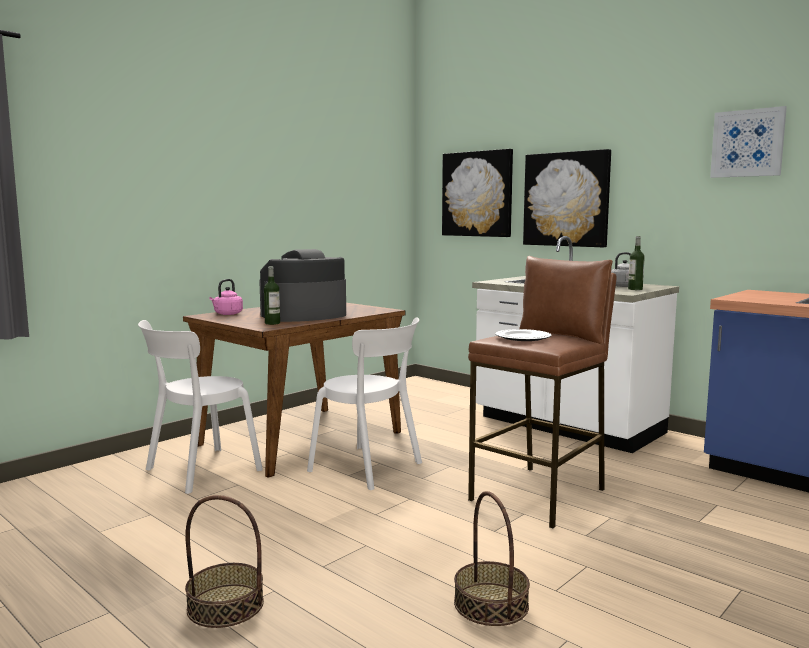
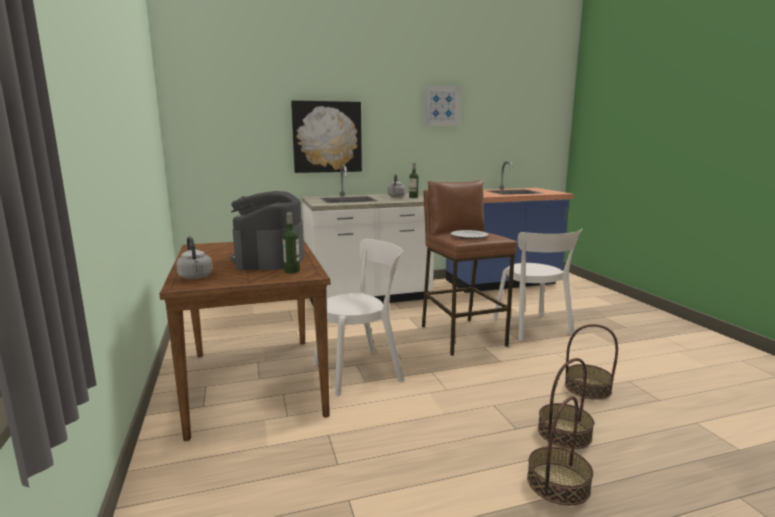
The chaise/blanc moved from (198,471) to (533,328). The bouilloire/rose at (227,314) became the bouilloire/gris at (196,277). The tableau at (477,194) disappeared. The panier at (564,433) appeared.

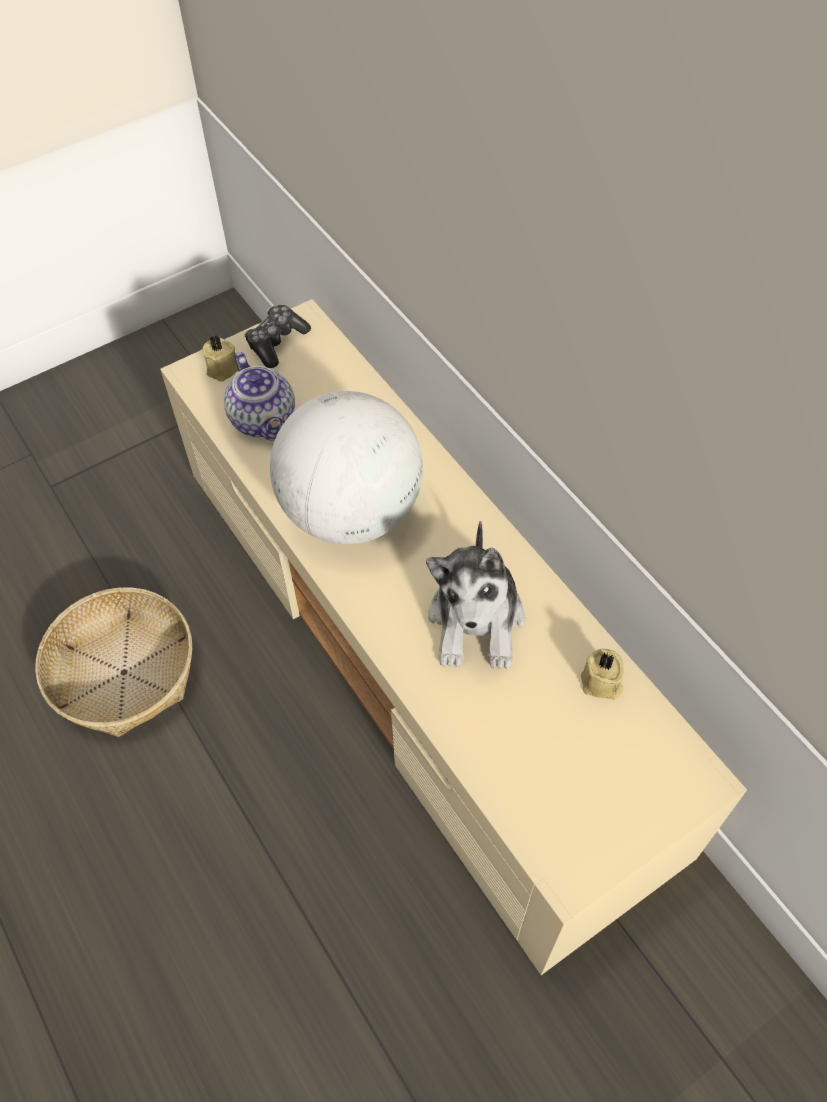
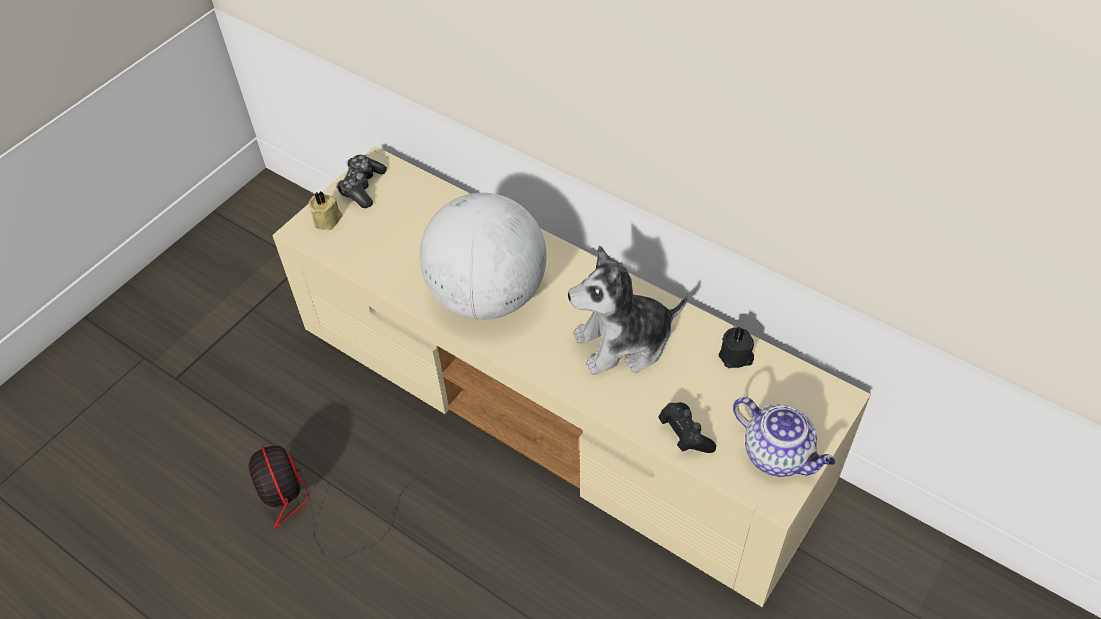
The panier at (123,672) was replaced by the ventilateur at (315,506). The théière moved from (264,421) to (778,455). The peluche at (477,620) turned 90 degrees clockwise. The bougie/beige at (601,683) became the bougie/noir at (736,357). The manette/noir at (684,435) appeared.

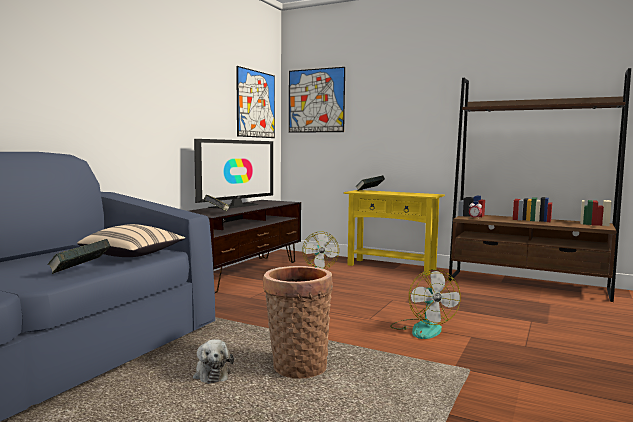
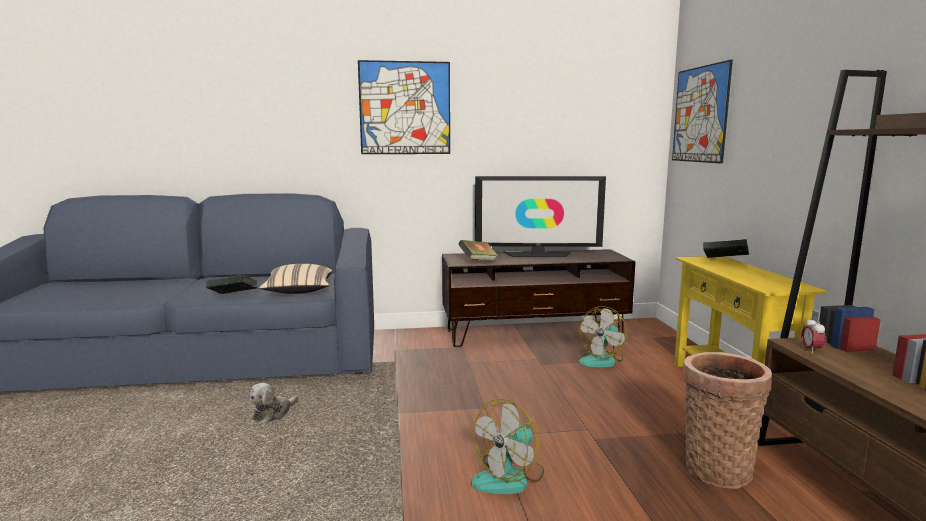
The tableau moved from (256,104) to (405,108). The panier moved from (297,366) to (716,467).

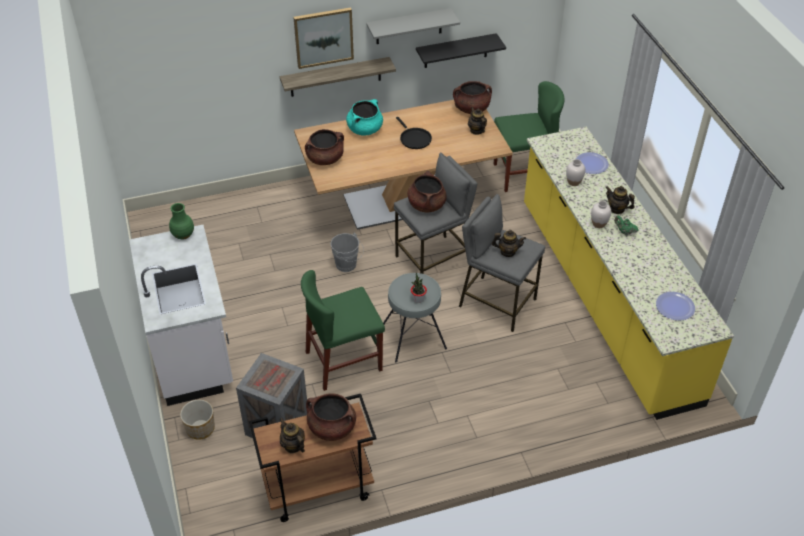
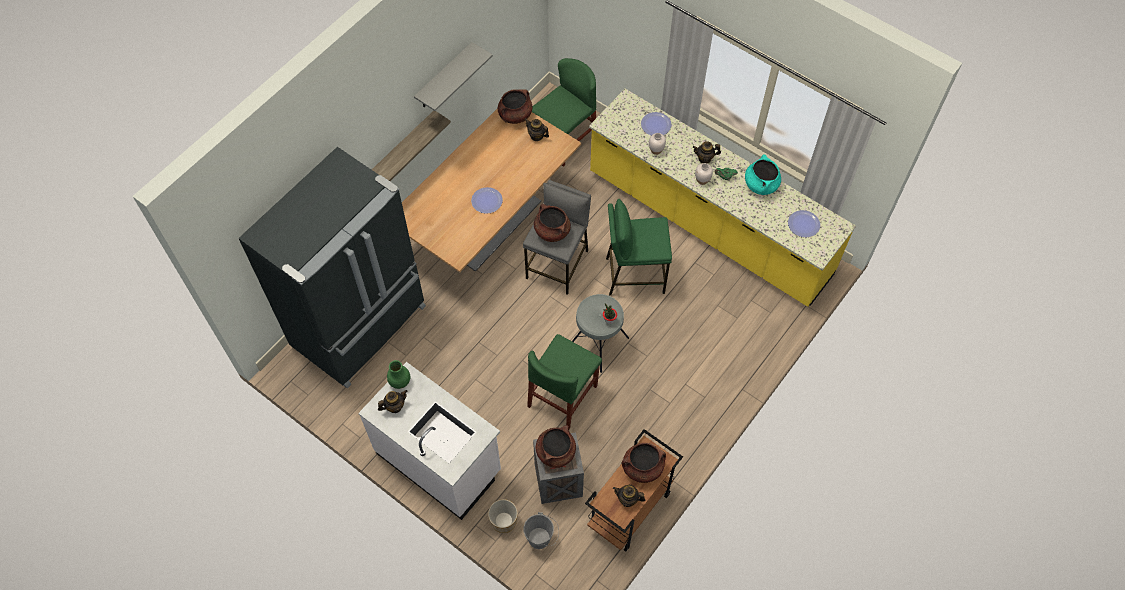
The tableau at (323,37) disappeared. The marmite/marron moved from (325,159) to (555,452). The seau/gris moved from (347,266) to (541,539). The marmite/turquoise moved from (365,129) to (760,184). The poêle/noir at (414,139) disappeared. The étagère/noir at (456,51) disappeared. The tabouret/gris at (497,302) became the tabouret/vert at (634,274). The théière moved from (507,252) to (394,406). The réfrigérateur/noir at (361,327) appeared. The assiette at (486,201) appeared.

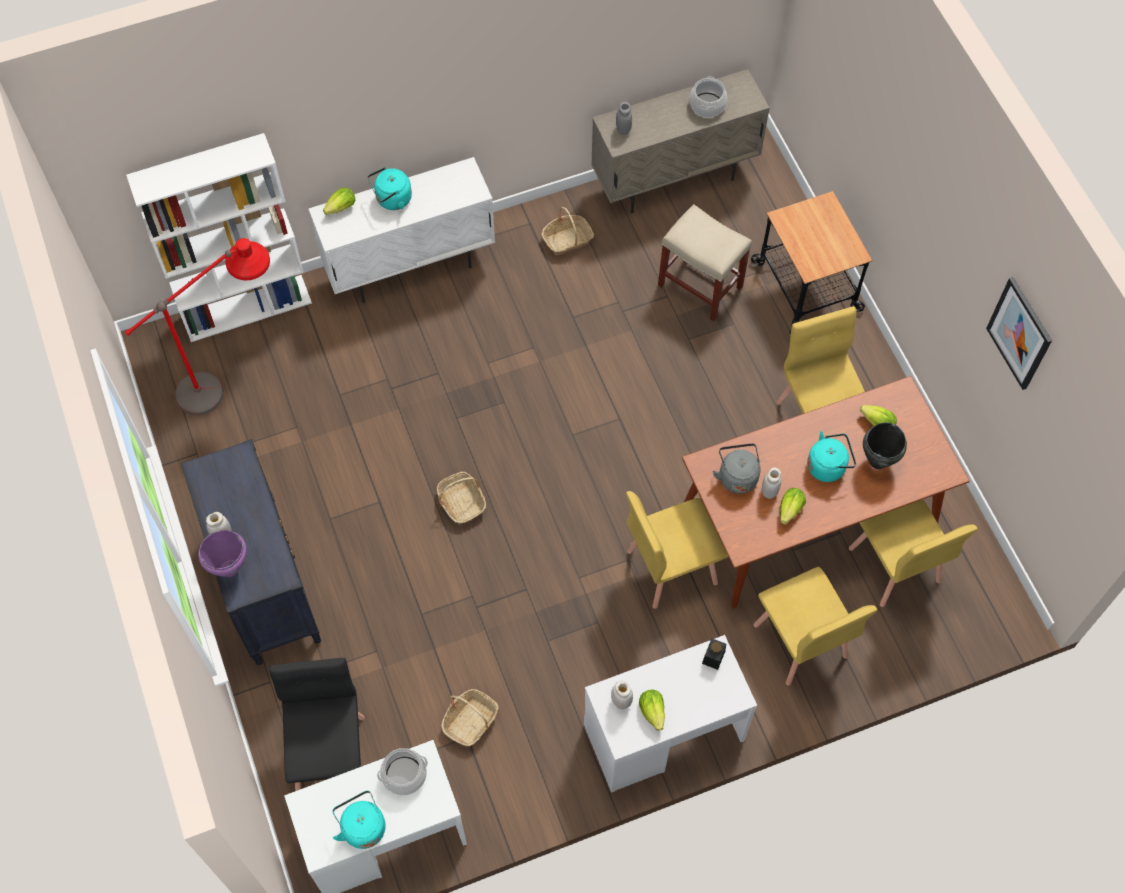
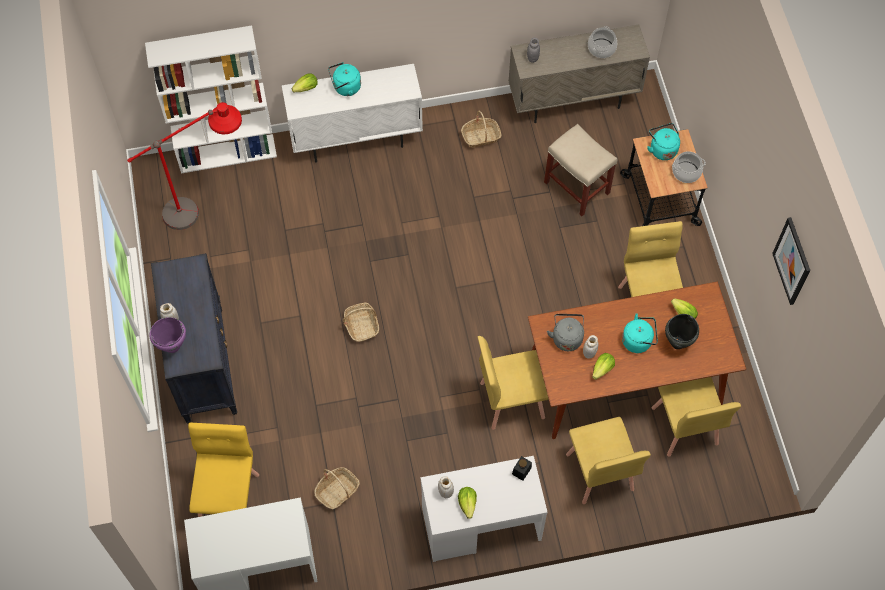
The chaise/noir at (331,753) became the chaise/jaune at (229,497). The bouilloire/turquoise moved from (362,826) to (662,149). The marmite moved from (404,774) to (686,172).

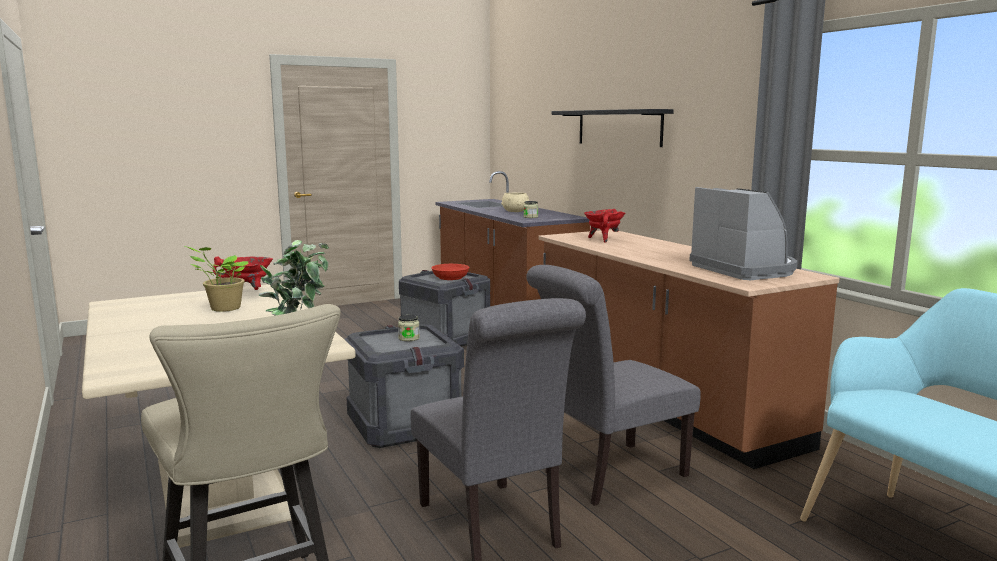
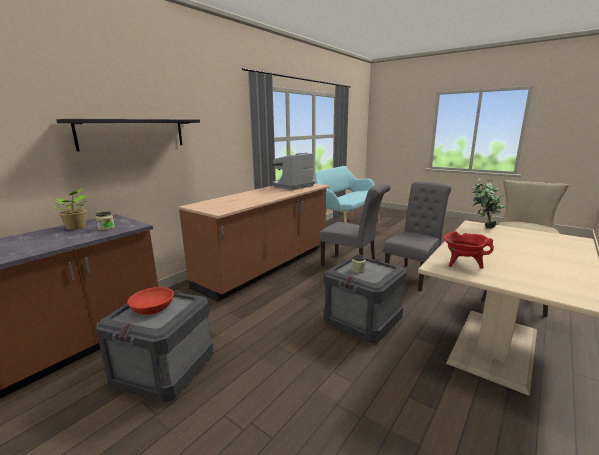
The plante en pot moved from (223,308) to (76,227). The bol/beige at (515,211) disappeared. The marmite/rouge at (603,239) disappeared.

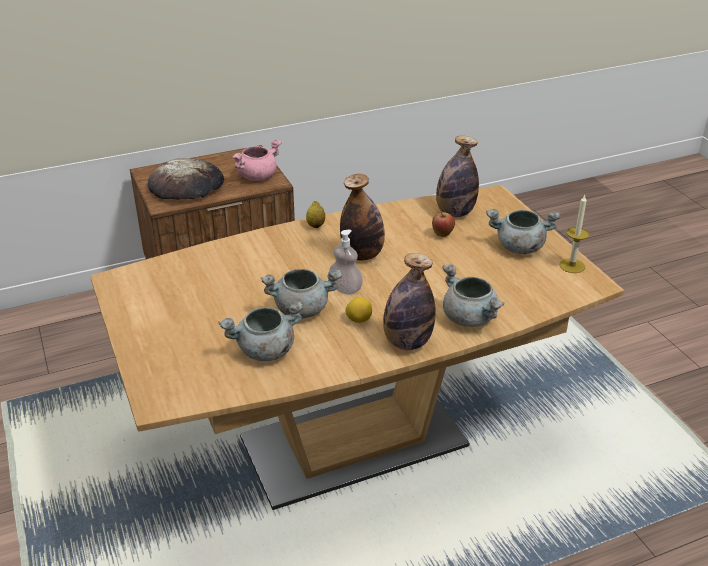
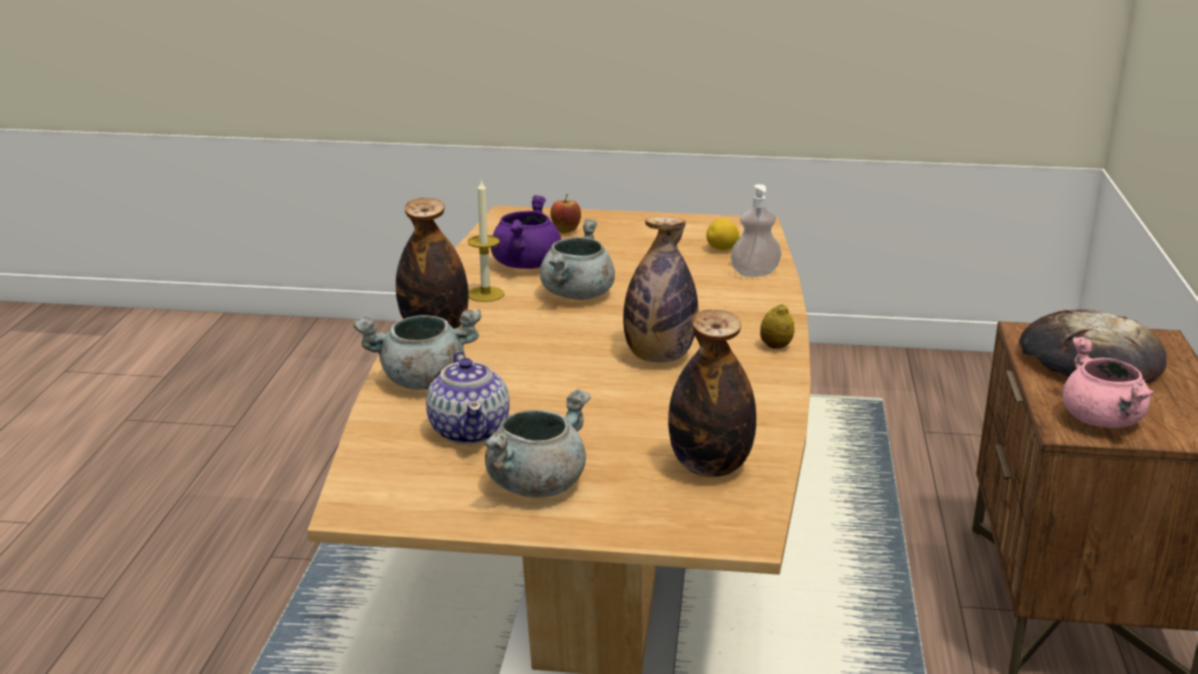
The marmite/gris at (265,351) became the marmite/violet at (525,264). The distributeur de savon moved from (345,289) to (755,273). The citron moved from (358,320) to (722,249). The pomme moved from (442,235) to (565,231). The bougie moved from (572,266) to (485,294). The théière at (470,430) appeared.

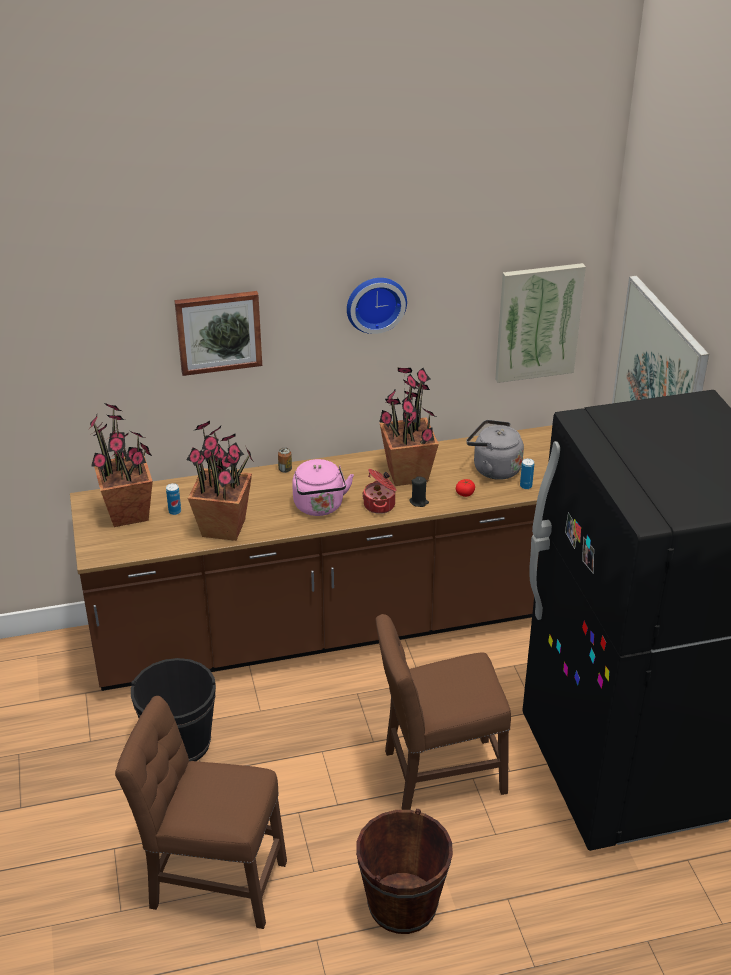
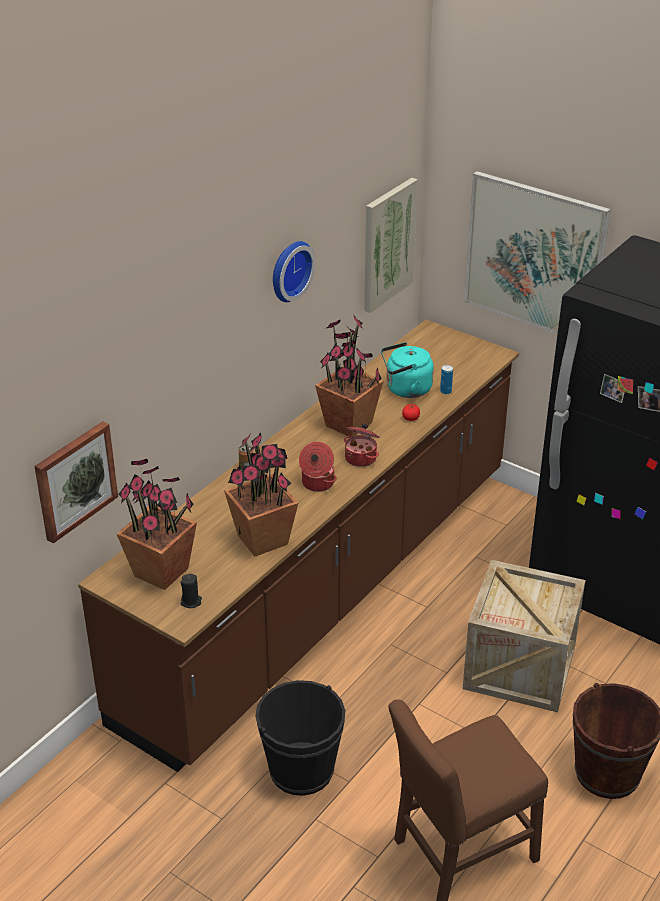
The boîte métallique at (175,511) disappeared. The tableau moved from (218,331) to (74,480). The bouilloire/rose at (320,507) was replaced by the marmite at (317,483). The chaise/marron at (438,774) was replaced by the caisse at (519,667). The bougie/noir moved from (419,502) to (191,602). The bouilloire/gris at (493,469) became the bouilloire/turquoise at (405,389).

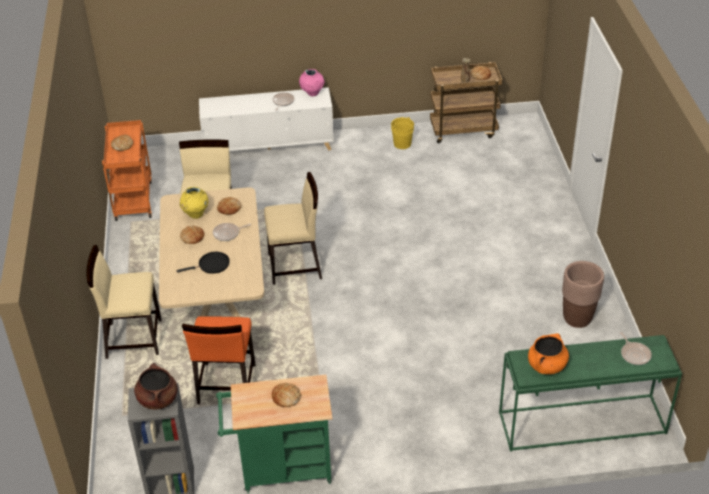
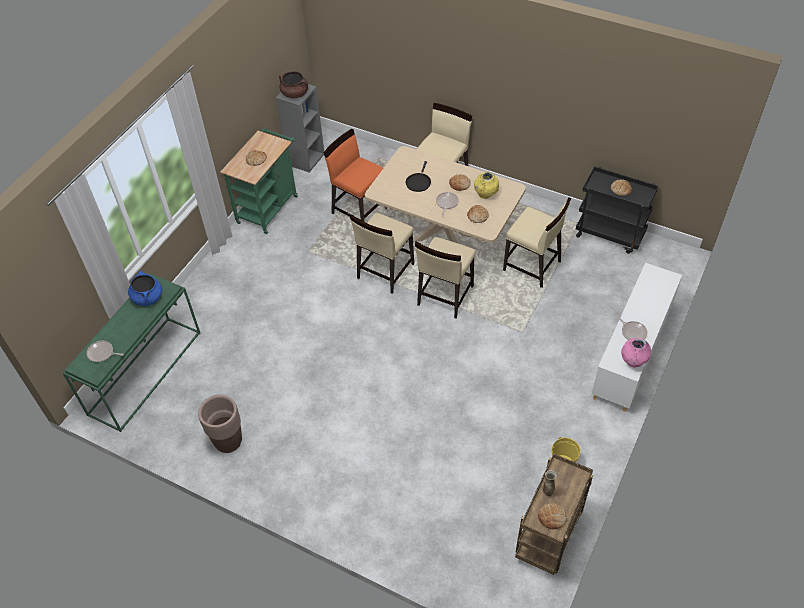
The chariot/orange at (133,199) became the chariot/noir at (610,234). The marmite/orange at (547,366) became the marmite/bleu at (147,298). The chaise/beige at (385,271) appeared.

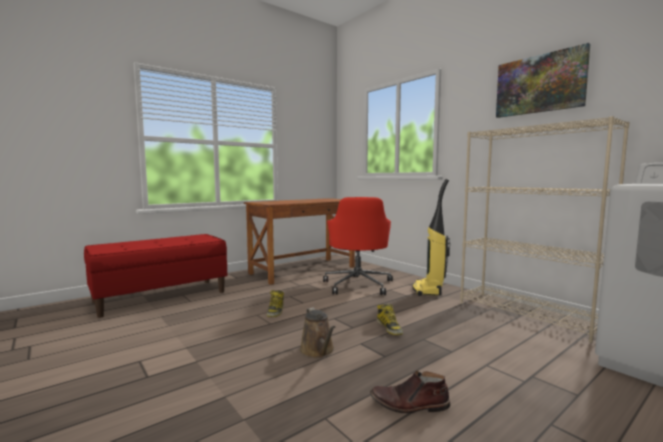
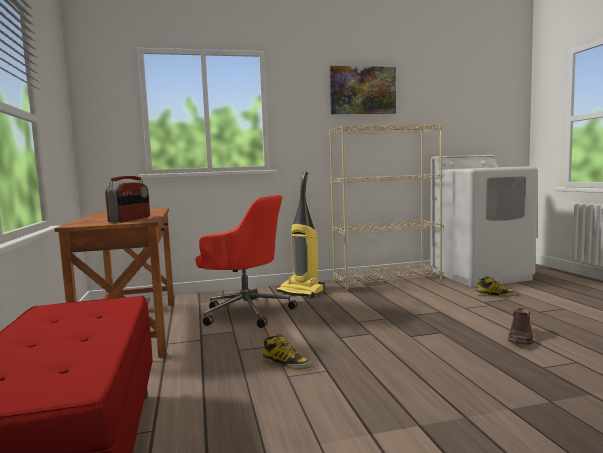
The arrosoir/marron at (318,351) disappeared. The botte moved from (389,328) to (495,295). The radio at (130,220) appeared.

